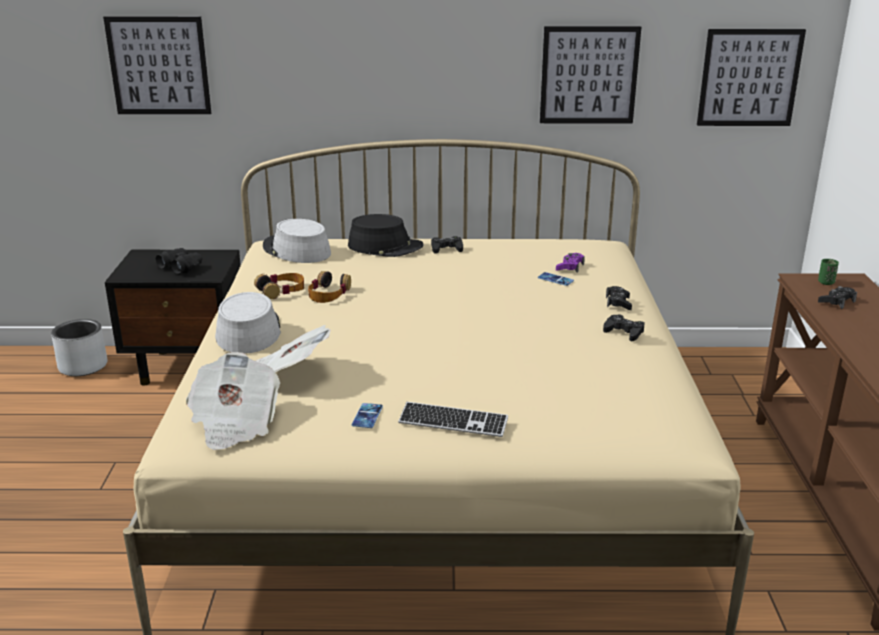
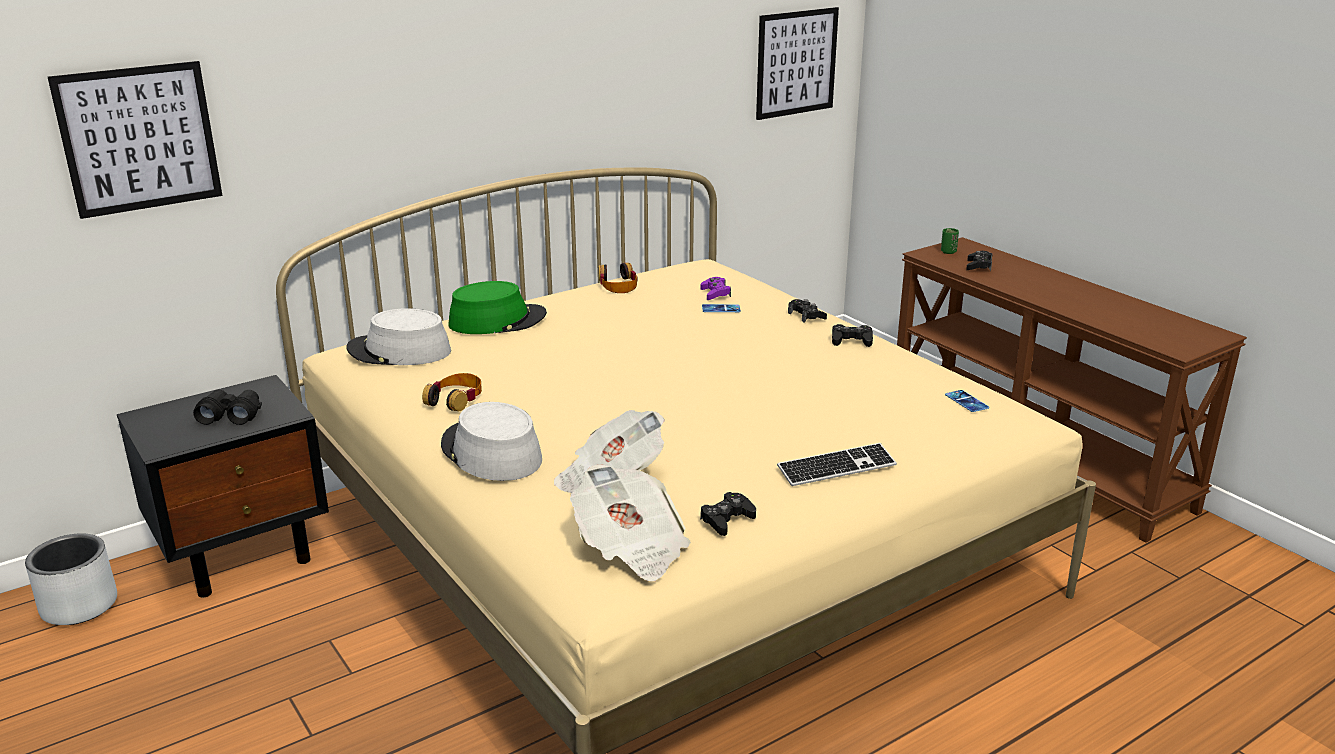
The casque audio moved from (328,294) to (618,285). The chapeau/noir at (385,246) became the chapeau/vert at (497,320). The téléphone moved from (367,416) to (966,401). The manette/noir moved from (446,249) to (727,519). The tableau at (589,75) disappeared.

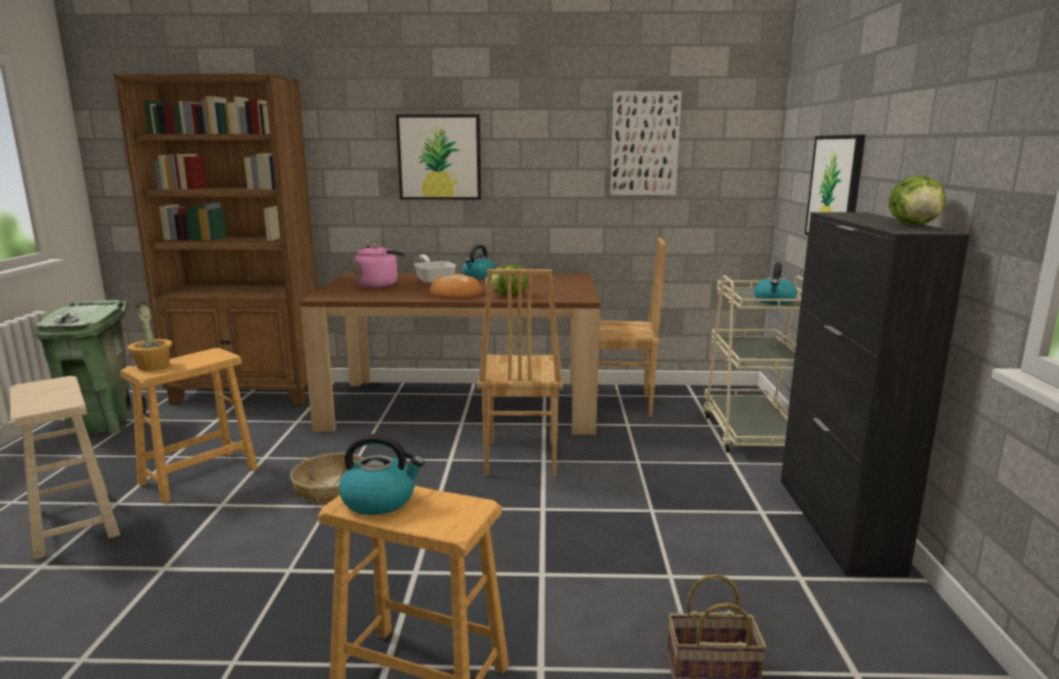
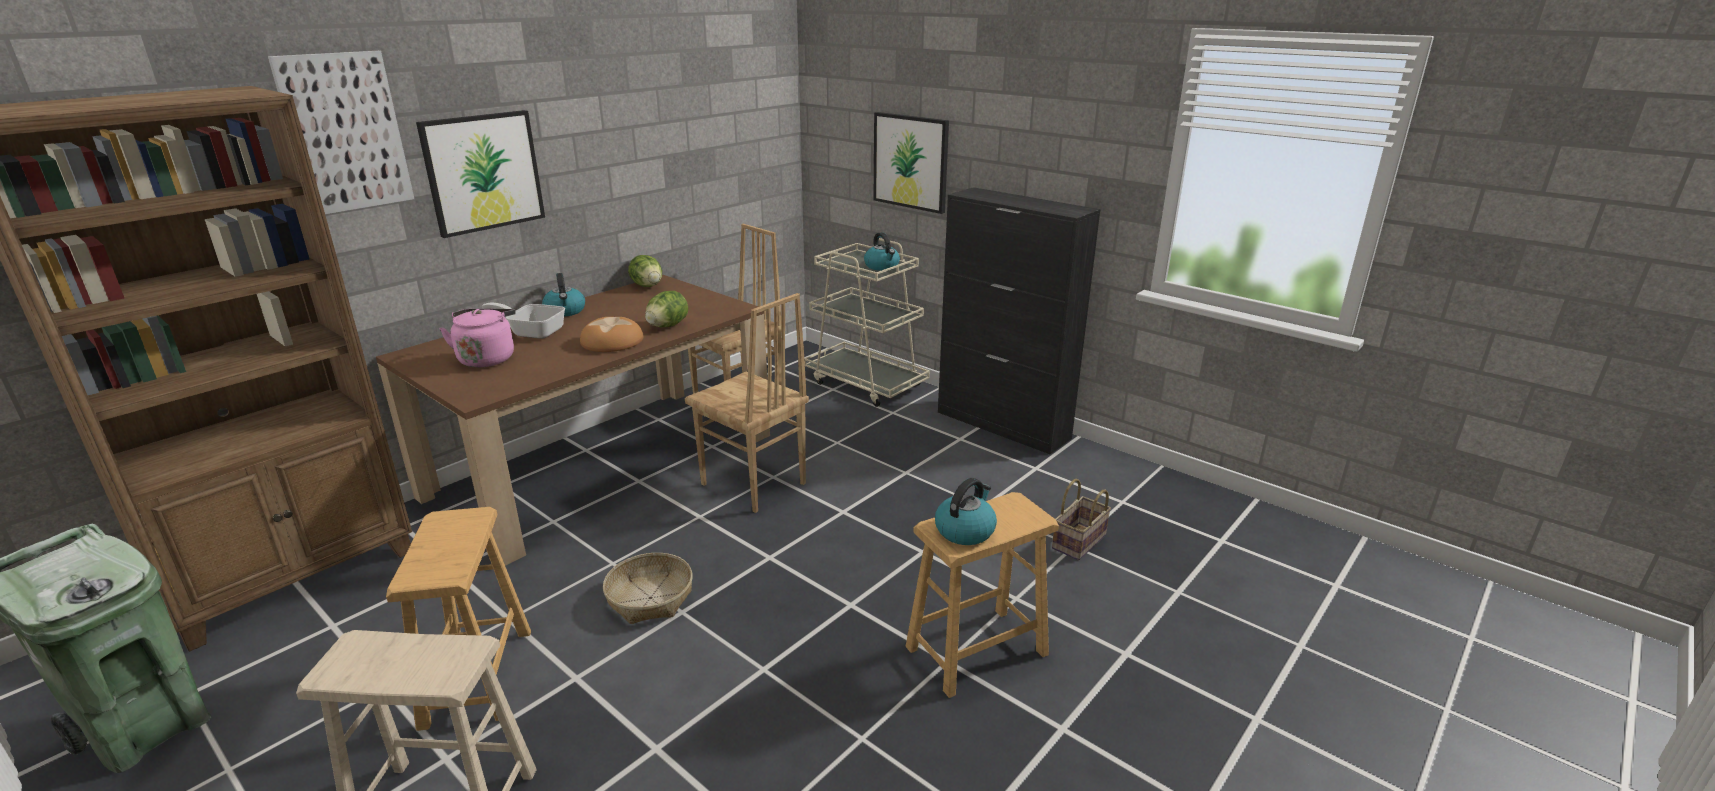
The plante en pot at (153,365) disappeared. The tableau moved from (644,144) to (345,132). The laitue moved from (914,225) to (648,286).

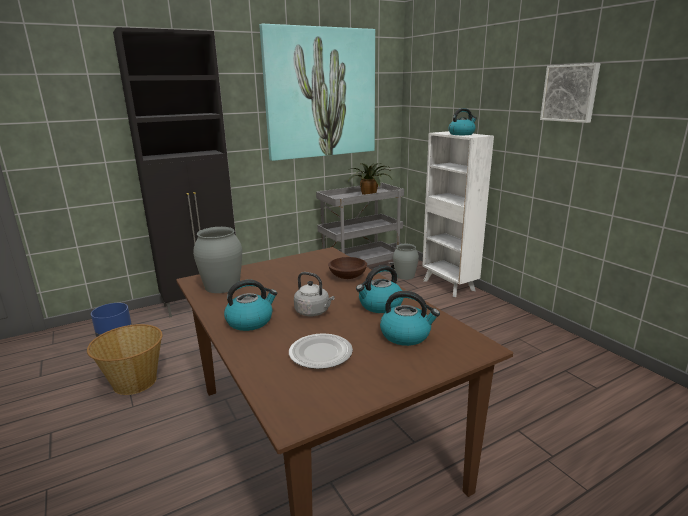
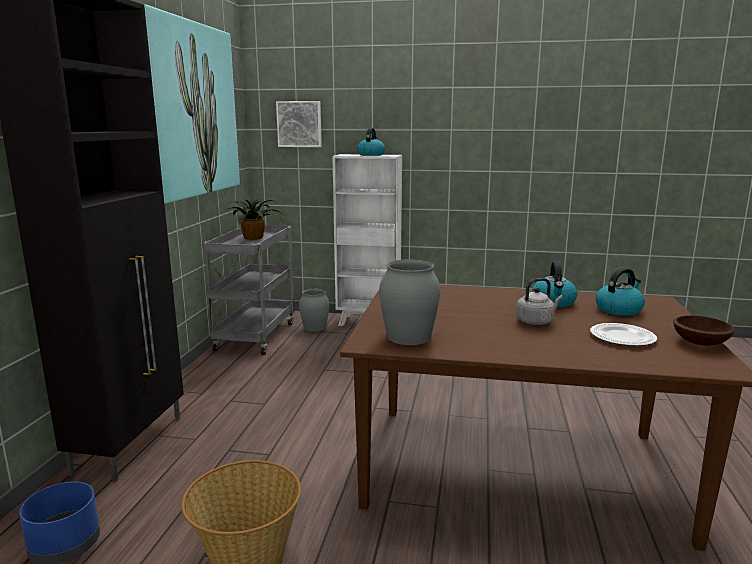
The bouilloire at (250,321) disappeared. The bol/marron moved from (347,276) to (699,342). The tableau moved from (570,93) to (299,124).

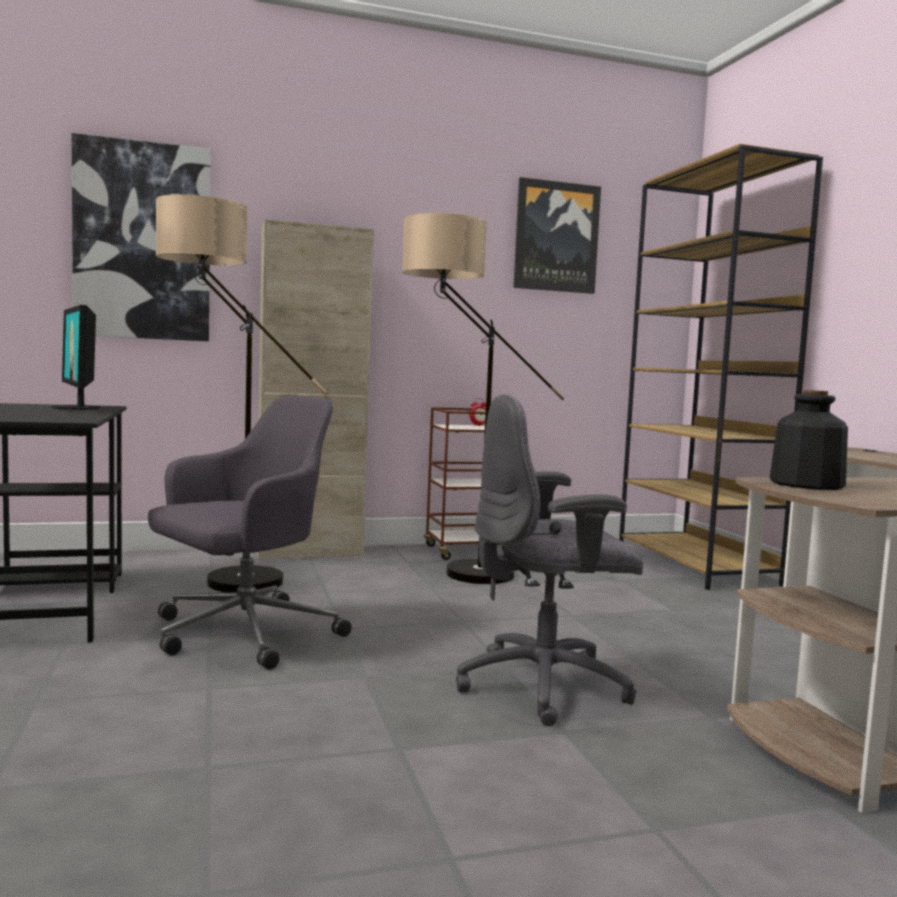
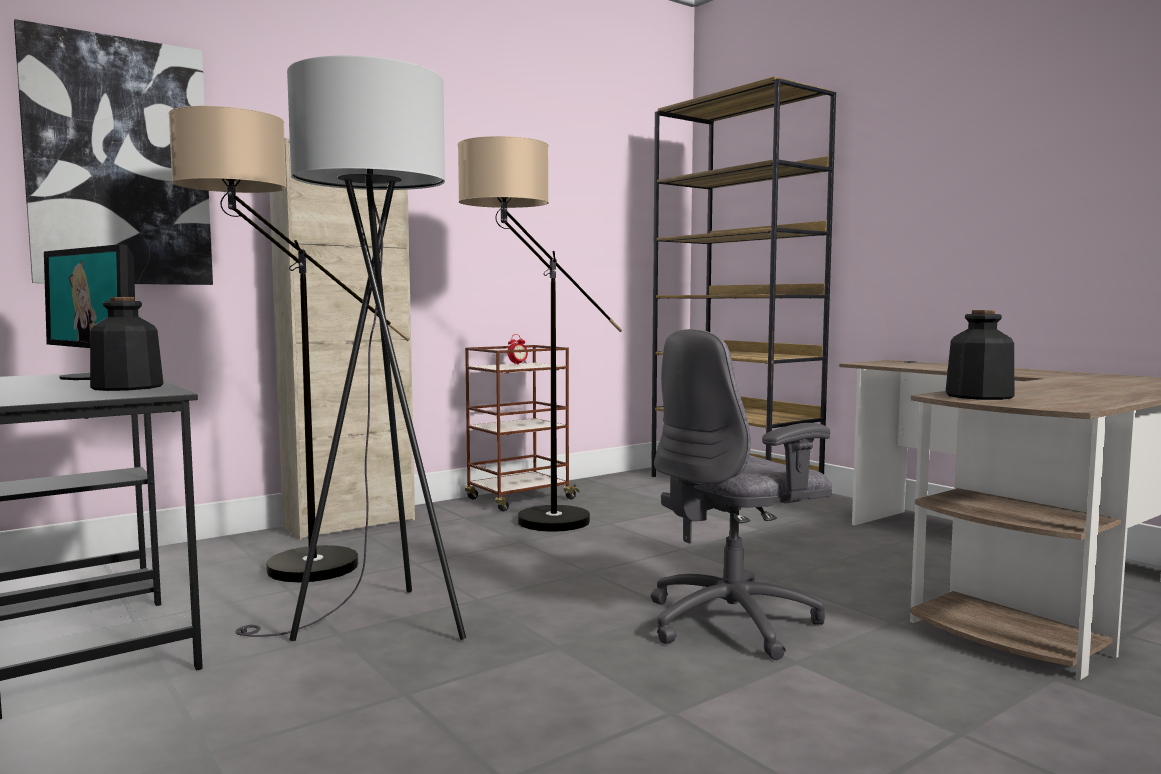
The chaise de bureau/gris at (242,634) was replaced by the lampadaire/gris at (376,626). The tableau at (556,237) disappeared. The bouteille at (126,387) appeared.

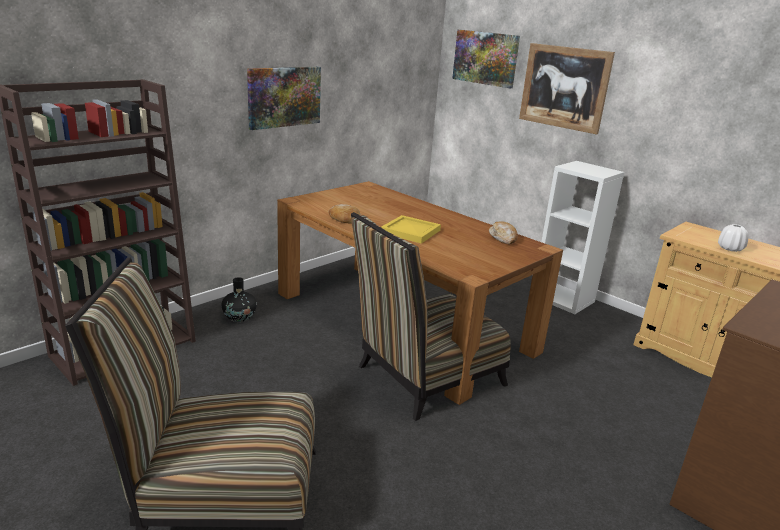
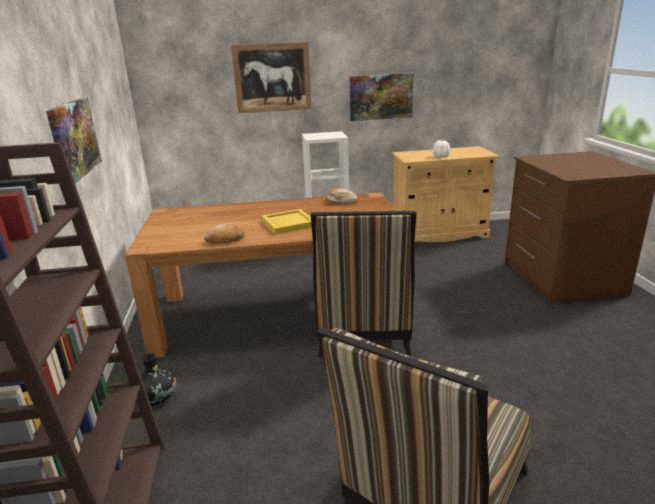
The tableau moved from (485,58) to (381,97).

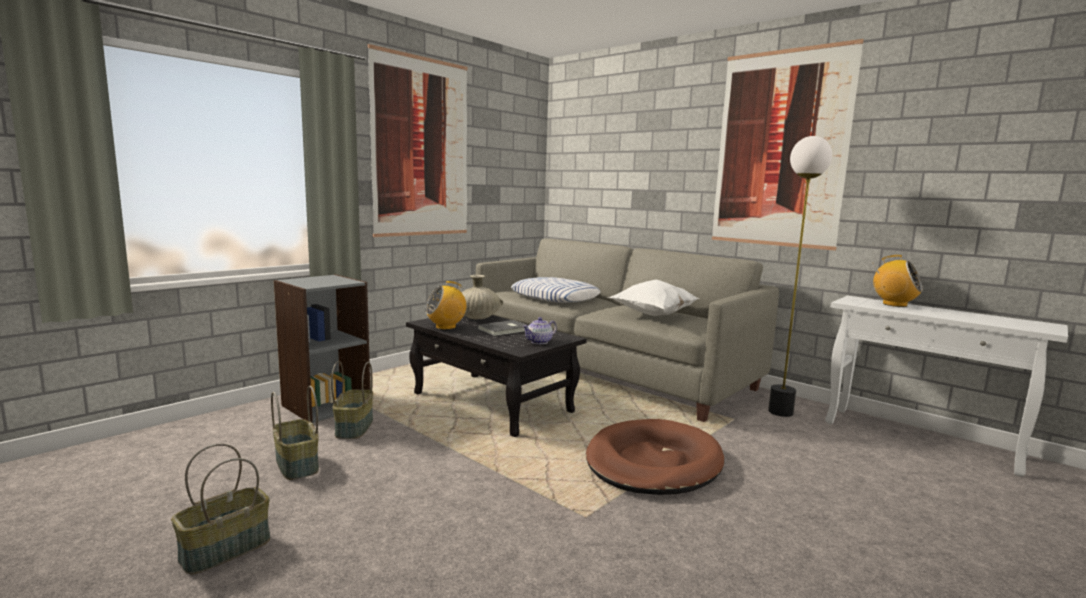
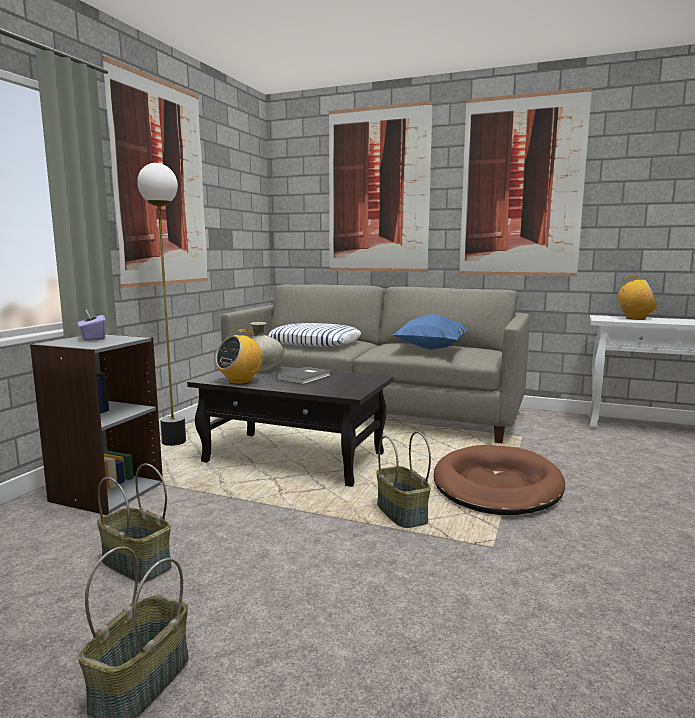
The panier moved from (353,427) to (400,513). The théière at (539,342) disappeared. The coussin/blanc at (652,316) became the coussin/bleu at (430,350). The lampadaire moved from (781,412) to (174,442). The boîte à mouchoirs/violet at (92,338) appeared. The tableau at (378,191) appeared.

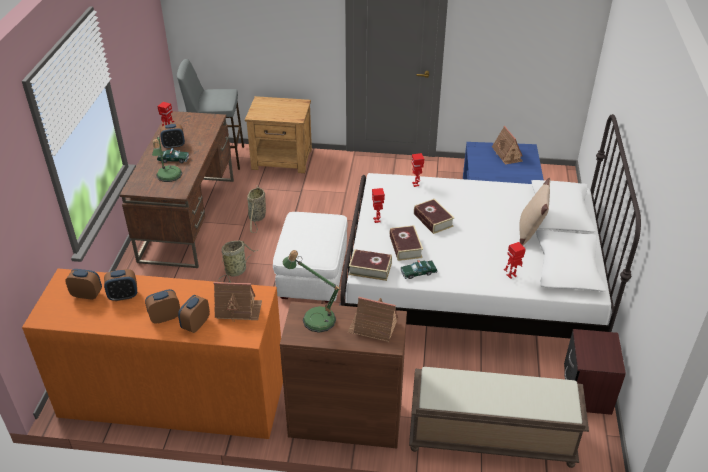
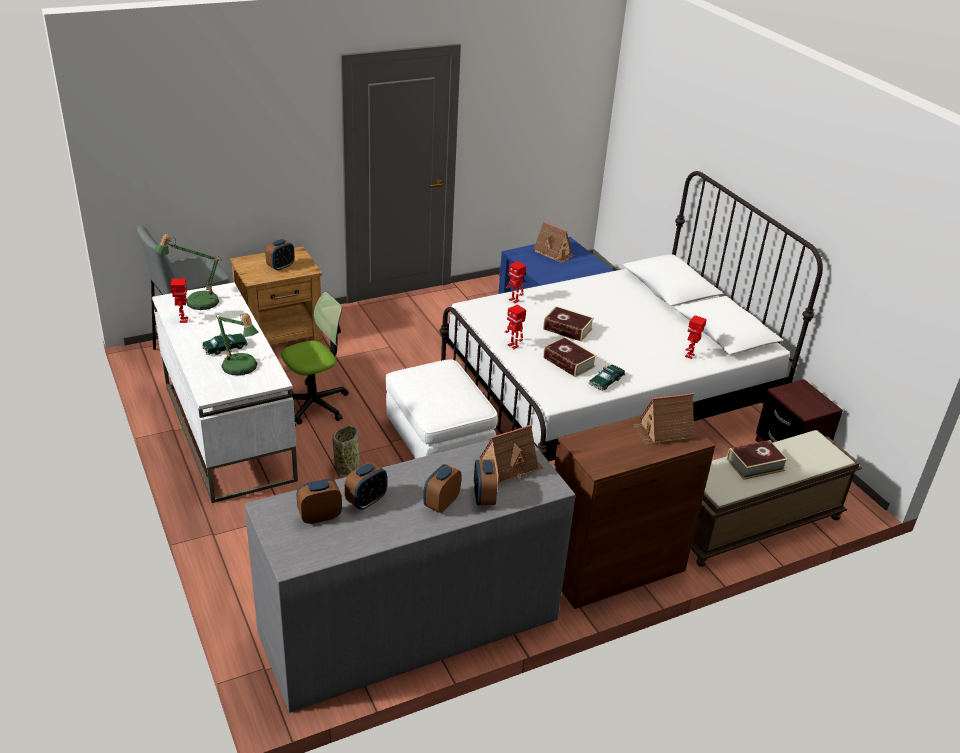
The commode/orange at (173,396) became the commode/gris at (409,625). The bureau/marron at (188,219) became the bureau/blanc at (228,432). The réveil moved from (174,146) to (281,266). The panier at (257,218) was replaced by the chaise de bureau at (314,404). The lampe de table moved from (314,317) to (196,301). The livre moved from (370,269) to (755,465). The coussin/beige at (530,232) disappeared.

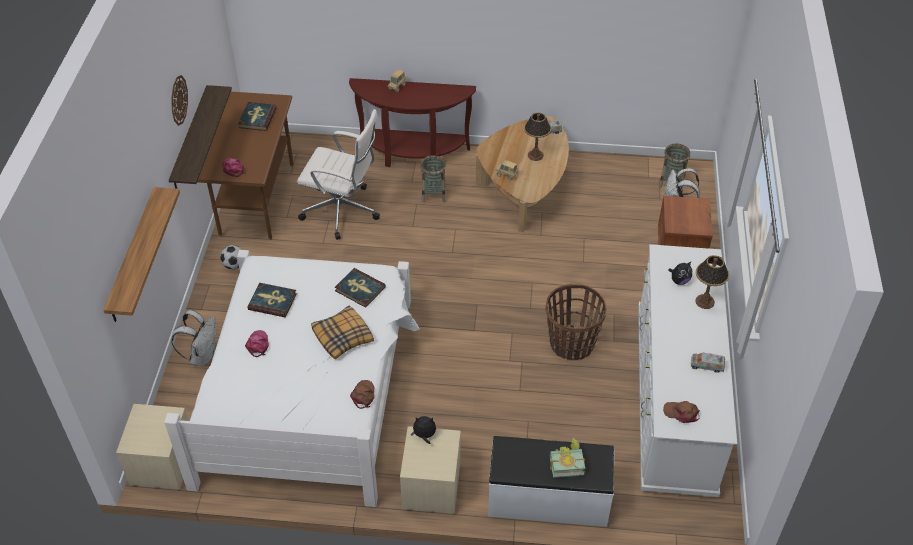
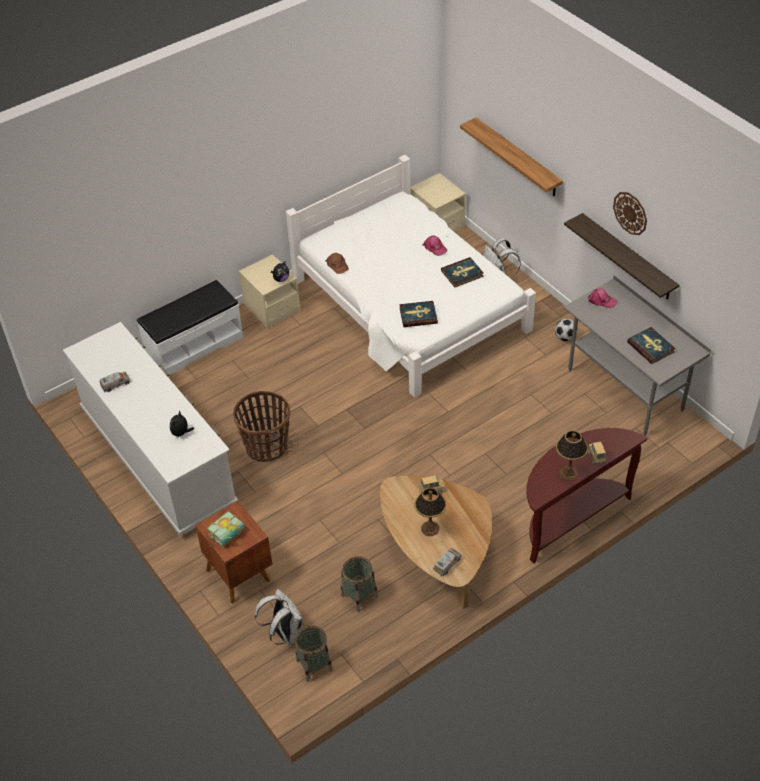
The bureau/marron at (257,200) became the bureau/gris at (625,390). The chaise de bureau/blanc at (343,211) disappeared. The coussin at (343,337) disappeared. The panier moved from (433,194) to (359,596). The livre moved from (566,464) to (229,536). The casquette/marron at (681,413) disappeared. The lampe de table moved from (705,301) to (568,473).

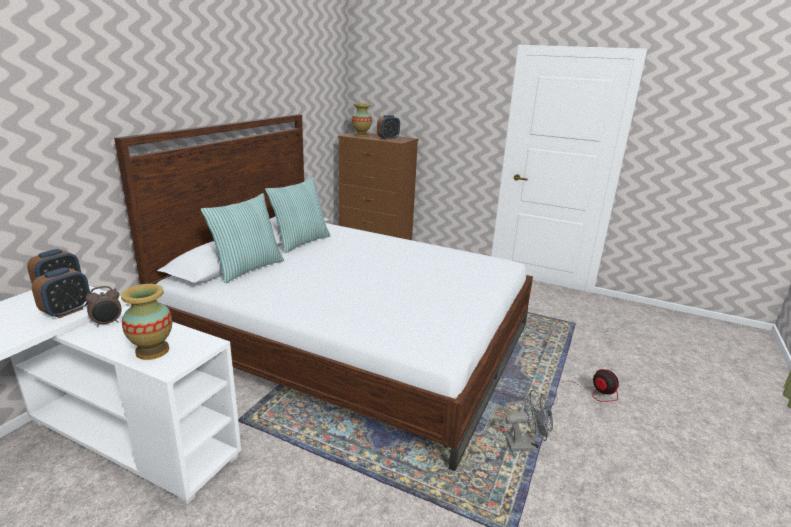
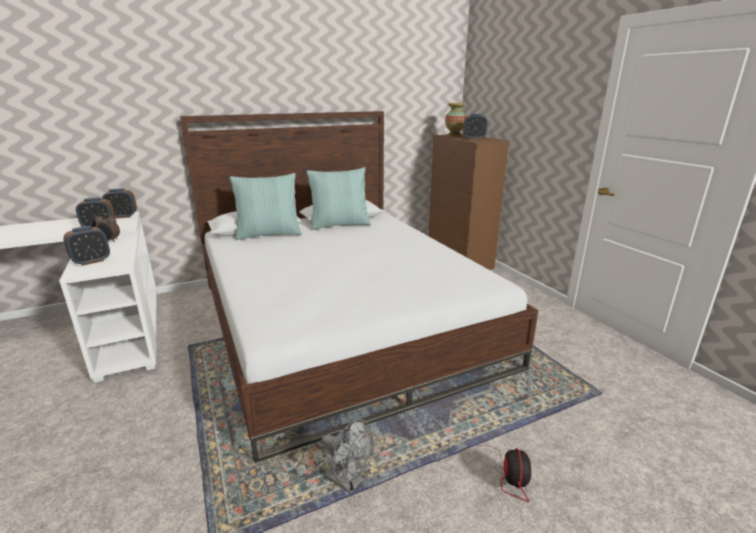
The vase at (152,351) was replaced by the réveil at (91,261).

